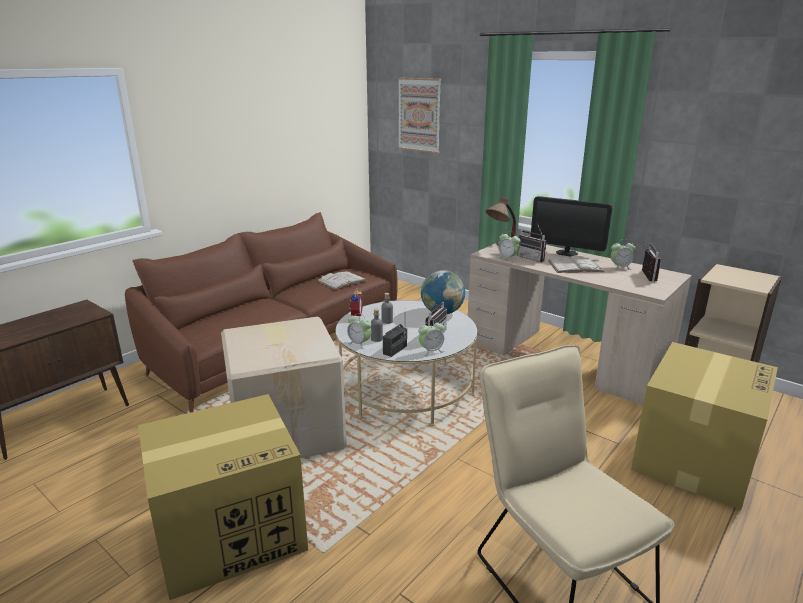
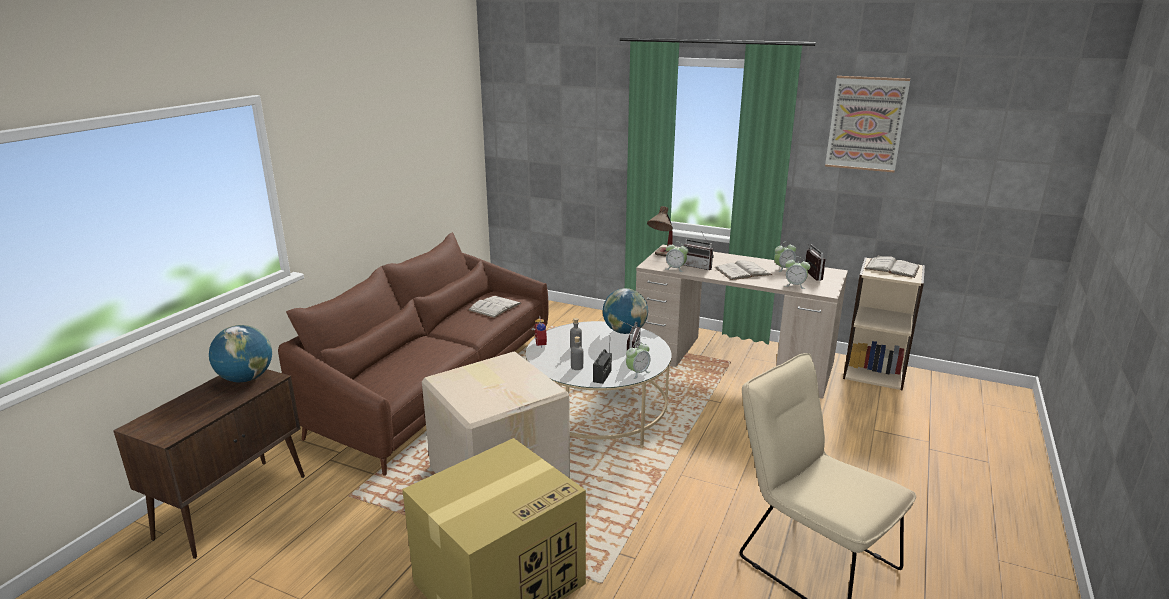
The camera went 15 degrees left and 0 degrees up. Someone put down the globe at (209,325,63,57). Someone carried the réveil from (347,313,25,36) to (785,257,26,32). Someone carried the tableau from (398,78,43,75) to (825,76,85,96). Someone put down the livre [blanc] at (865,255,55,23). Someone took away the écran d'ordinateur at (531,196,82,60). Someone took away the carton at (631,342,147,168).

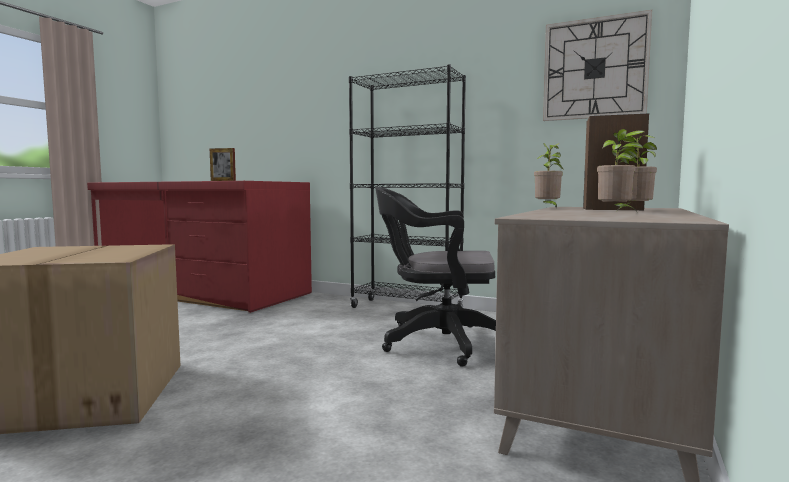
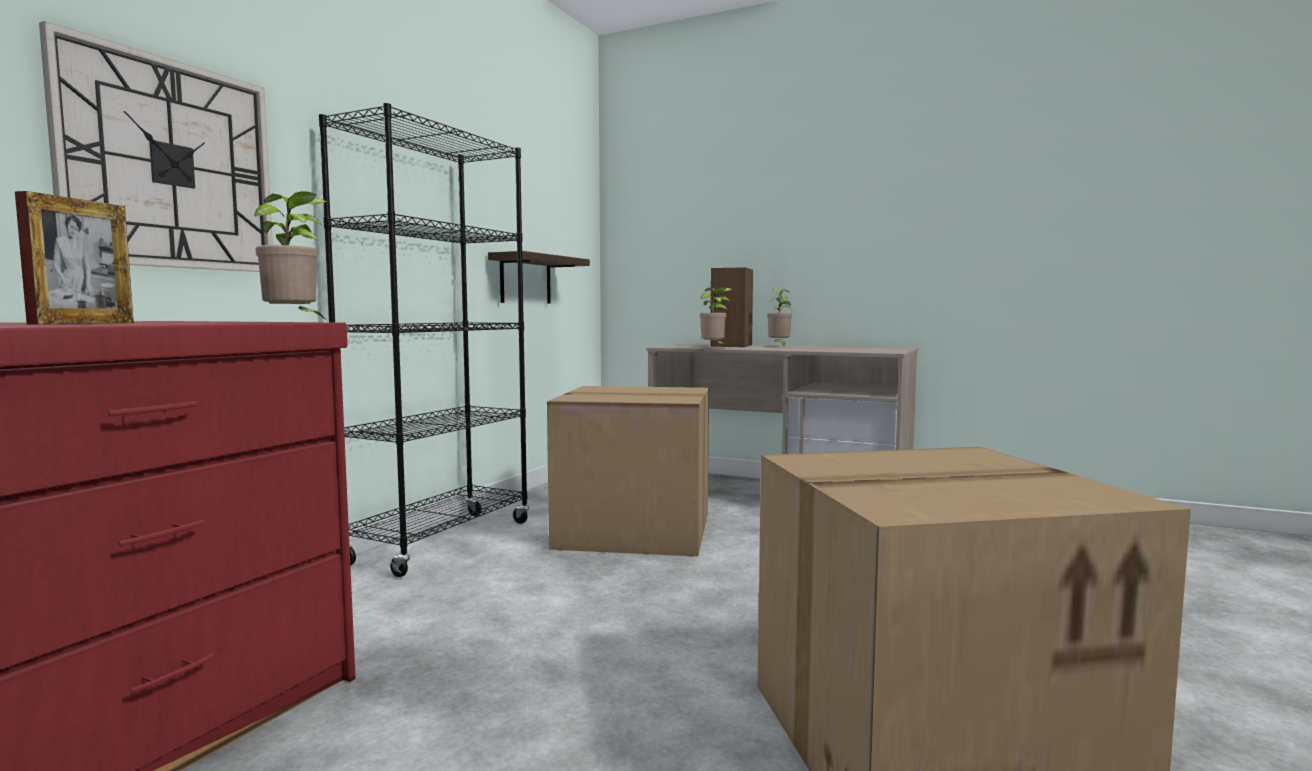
The camera went 90 degrees left and 0 degrees up. Someone carried the horloge murale from (543,10,109,111) to (39,21,234,251). Someone carried the plante en pot from (597,129,47,84) to (254,191,73,129). Someone put up the étagère at (488,251,102,53). Someone swapped the chaise de bureau [noir] at (375,187,121,180) for the carton at (547,386,162,170).

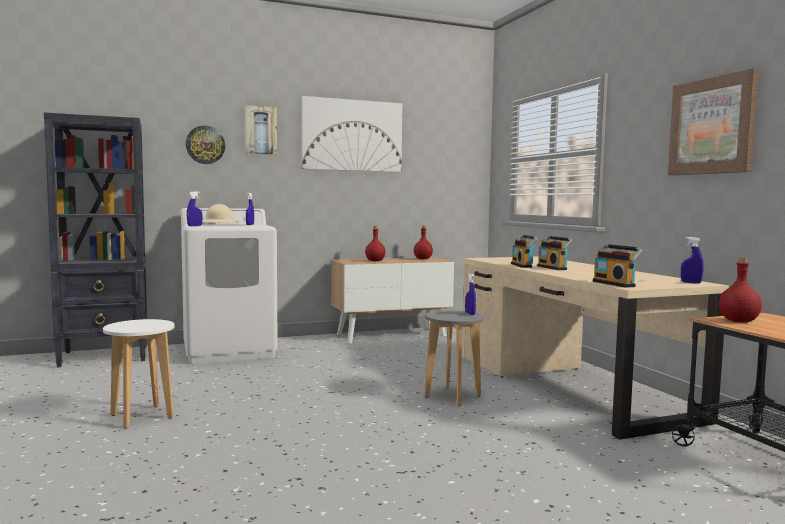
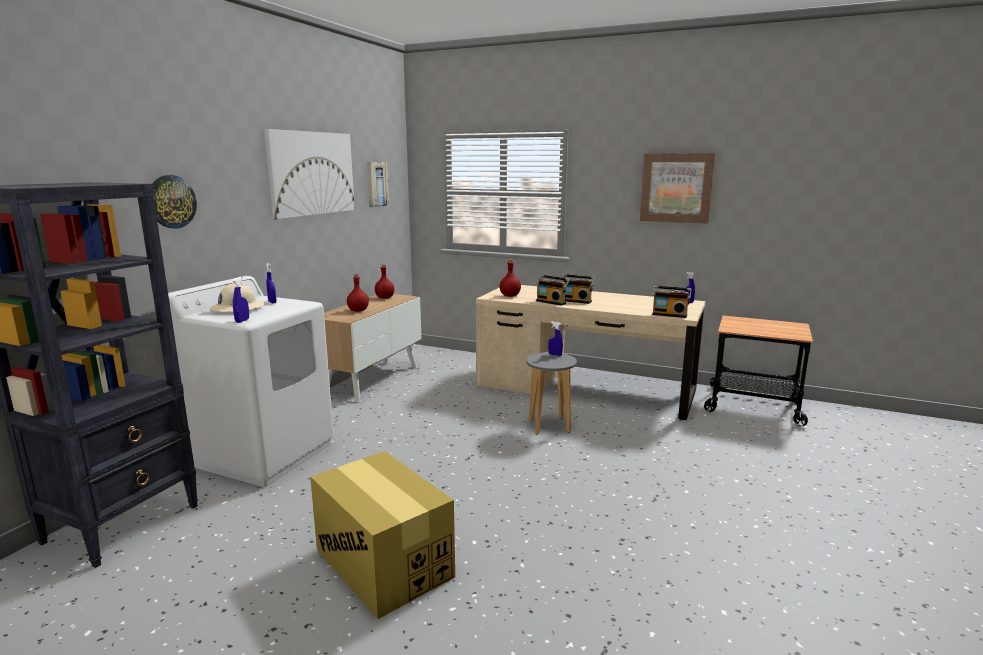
The camera went 45 degrees left and 10 degrees up. Someone swapped the tabouret [blanc] at (103,319,72,109) for the carton at (310,451,145,168). Someone carried the tableau from (245,105,32,50) to (367,162,22,45). Someone carried the bouteille [rouge] from (719,258,43,64) to (500,260,21,37).

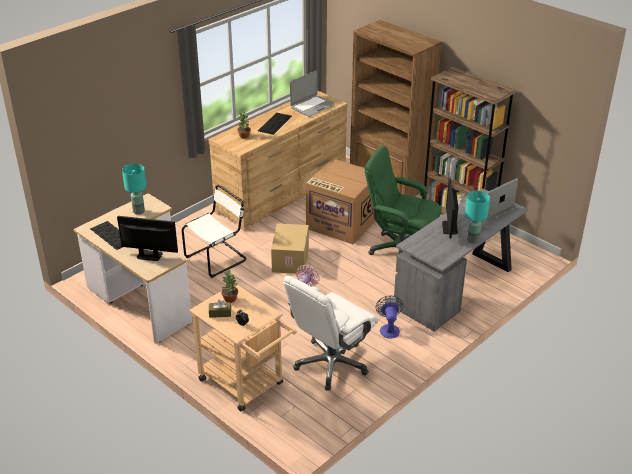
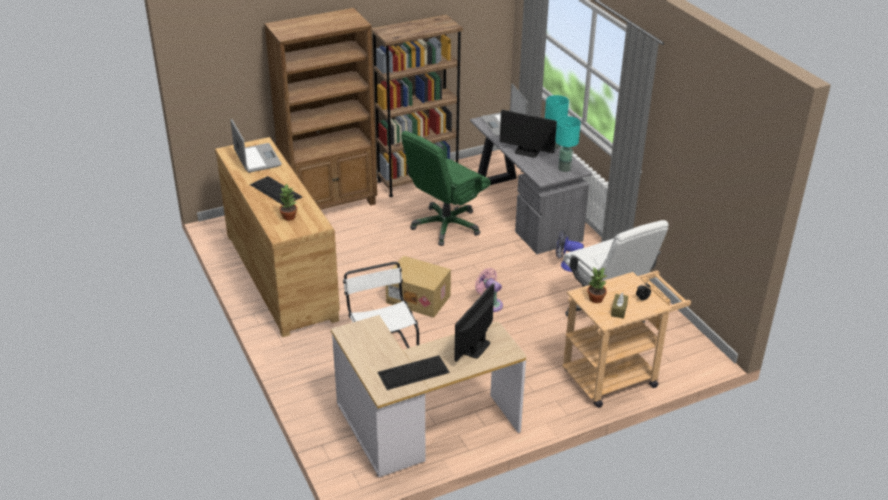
The camera went 70 degrees left and 0 degrees up. Someone carried the lampe de table [turquoise] from (122,164,25,51) to (555,116,26,56). Someone took away the carton at (306,159,69,86).

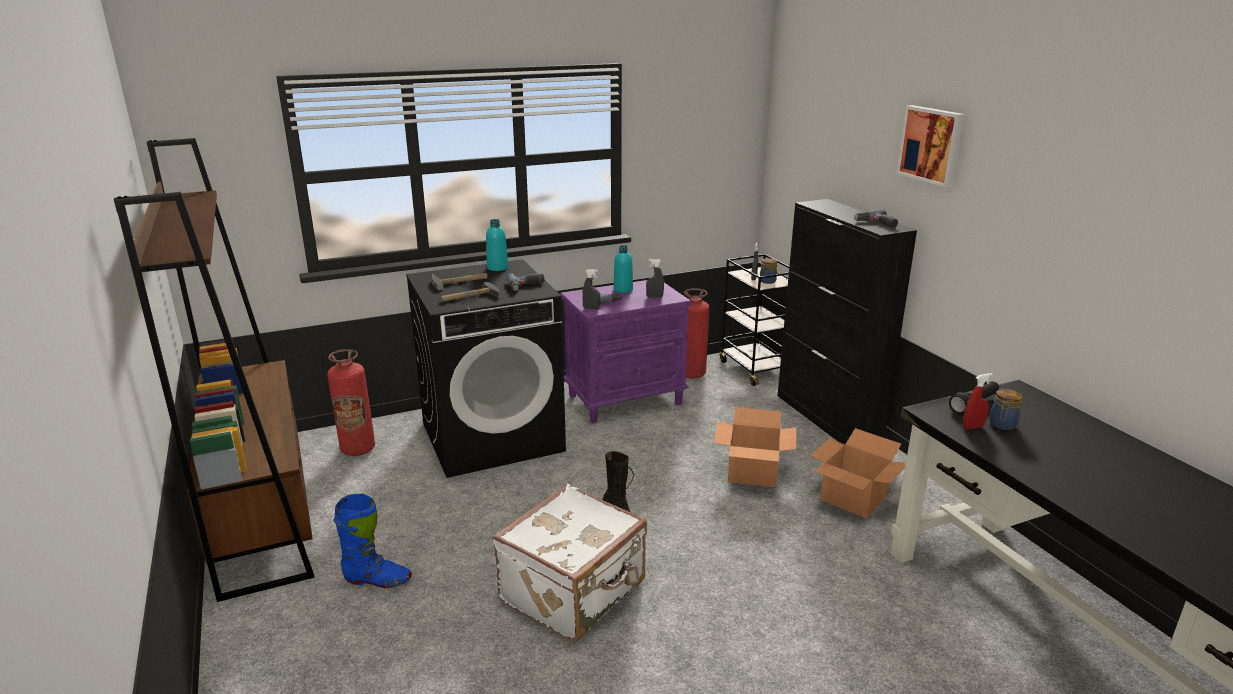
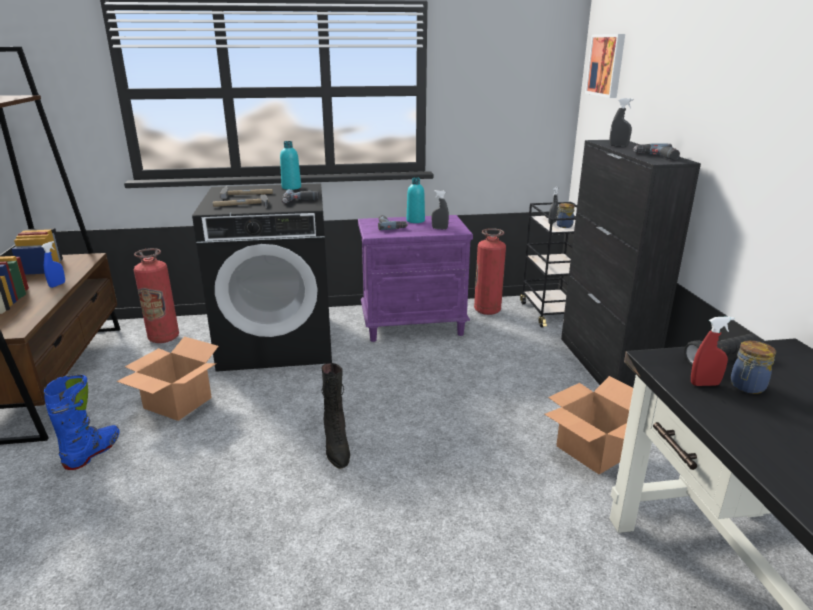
The camera went 15 degrees right and 0 degrees up. Someone put down the vaporisateur [bleu] at (41,241,24,47). Someone rotated the botte [bleu] at (333,494,79,94) by 90 degrees counterclockwise. Someone carried the carton from (714,407,82,80) to (116,336,103,85). Someone carried the tableau from (896,105,69,82) to (585,34,40,64). Someone carried the vaporisateur [gris] from (582,269,18,41) to (610,98,24,49). Someone took away the valise [blanc] at (493,484,154,158).

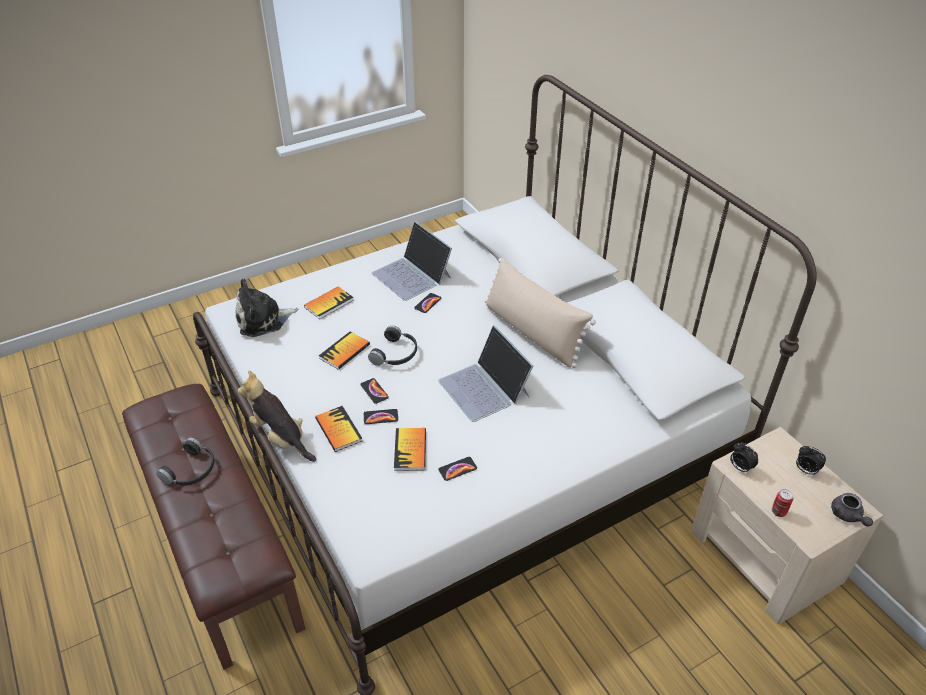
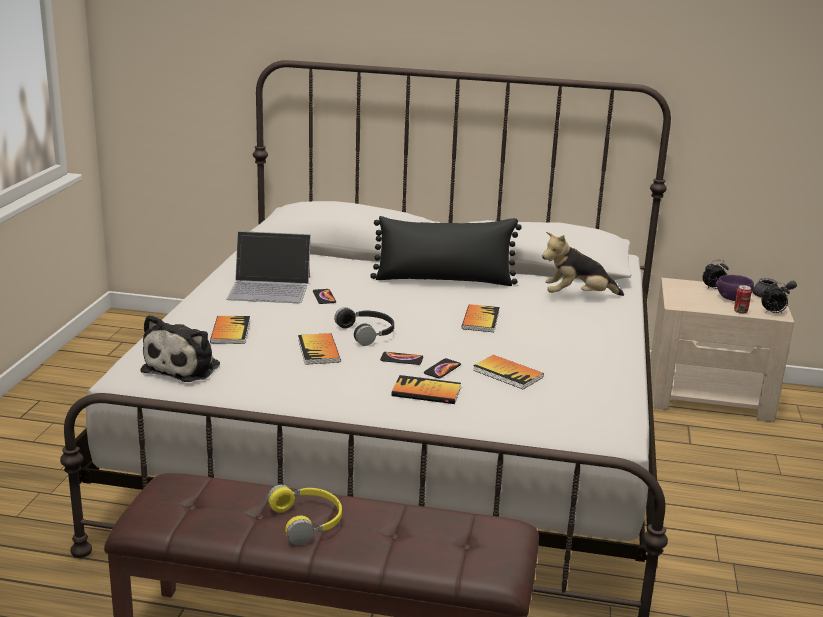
The camera went 50 degrees left and 20 degrees down. Someone repainted the casque audio [noir] at (156,438,59,48), which became the casque audio [jaune] at (267,484,75,61). Someone repainted the coussin [beige] at (484,257,112,111), which became the coussin [noir] at (370,216,152,70). Someone swapped the ordinateur portable at (438,325,95,97) for the livre at (462,304,38,28). Someone carried the peluche from (238,371,79,91) to (542,232,82,64). Someone put down the bol [violet] at (716,275,38,26). Someone carried the réveil from (730,443,28,31) to (761,283,29,30). Someone took away the téléphone at (438,457,39,24).

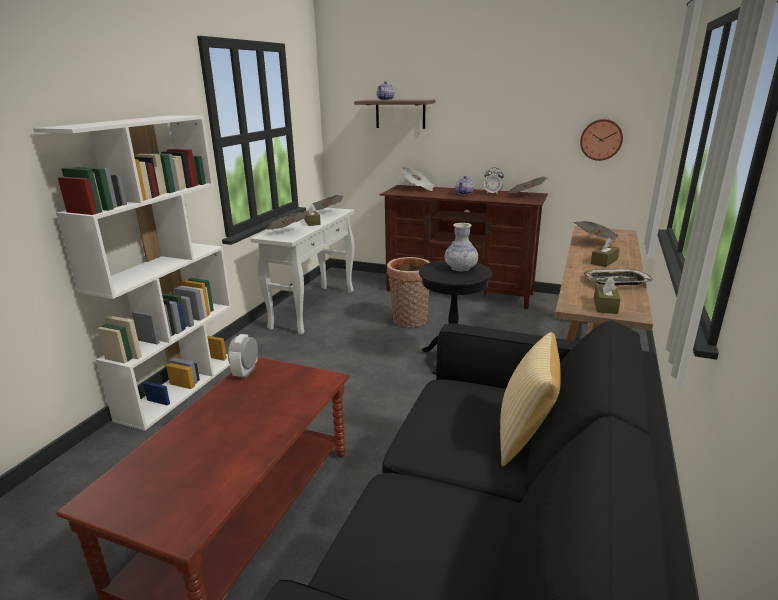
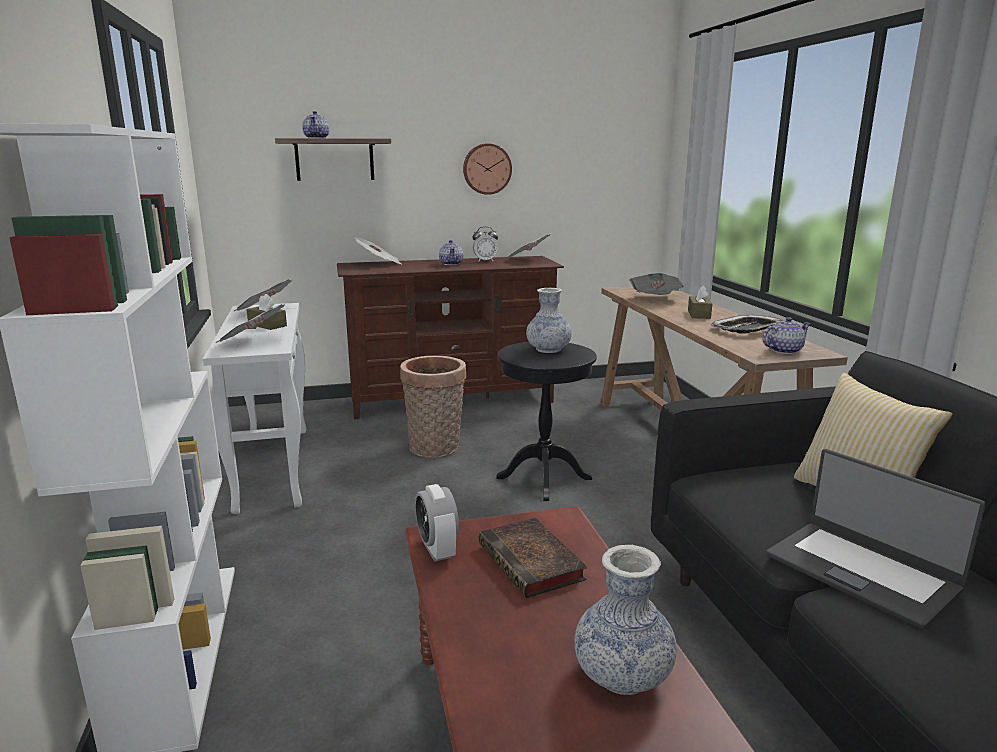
The camera went 35 degrees left and 5 degrees down. Someone carried the horloge murale from (580,119,43,42) to (463,143,49,52). Someone put down the livre at (479,518,108,80). Someone put down the vase at (574,545,103,150). Someone swapped the boîte à mouchoirs [marron] at (594,277,27,37) for the théière at (763,317,48,37). Someone put down the ordinateur portable at (766,449,220,180).

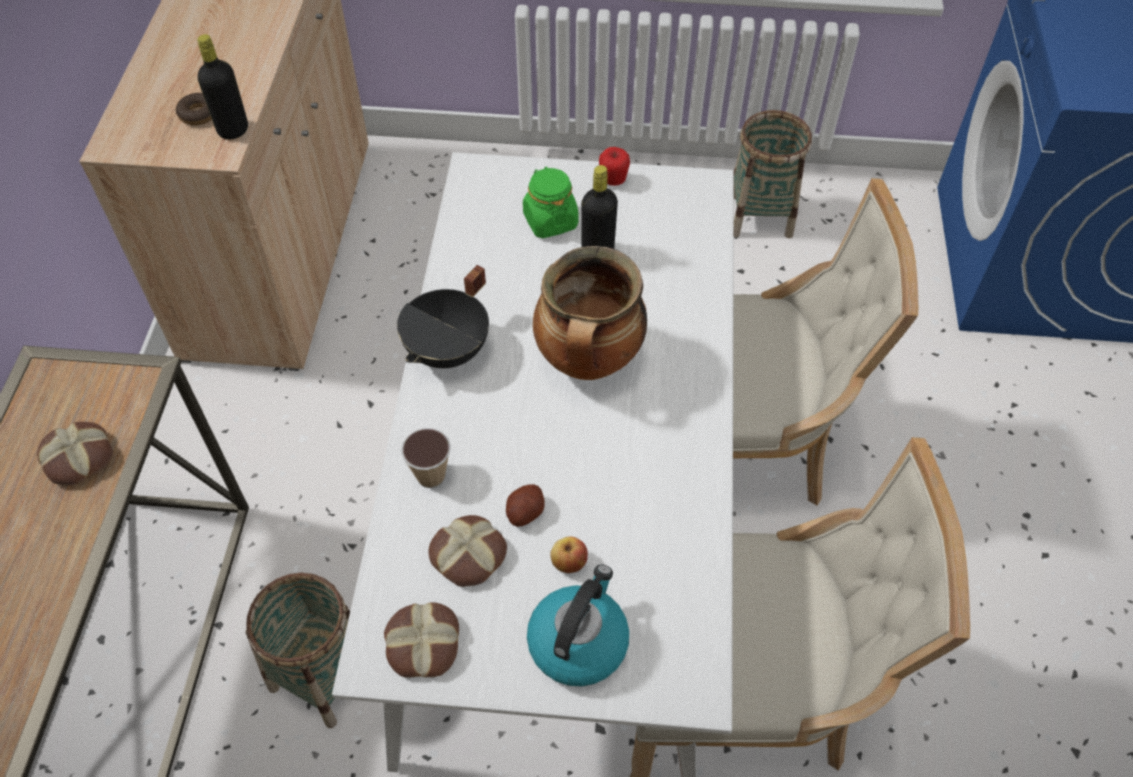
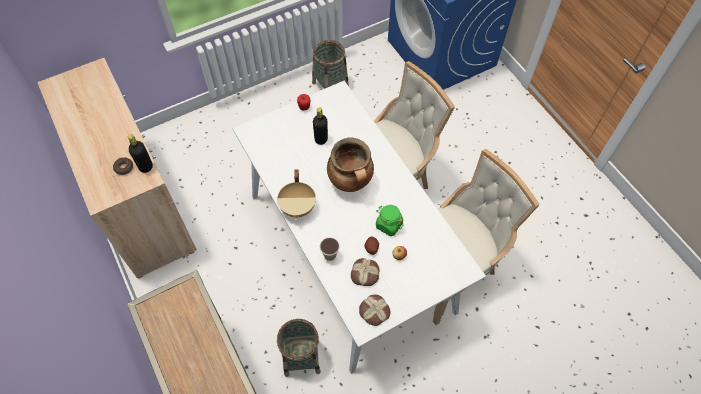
The camera went 35 degrees left and 5 degrees up. Someone repainted the marmite [noir] at (397,265,92,103), which became the marmite [beige] at (277,169,39,51). Someone carried the bocal [vert] from (523,167,55,71) to (376,205,27,31). Someone took away the pain at (37,422,76,63). Someone took away the bouilloire at (527,565,102,122).

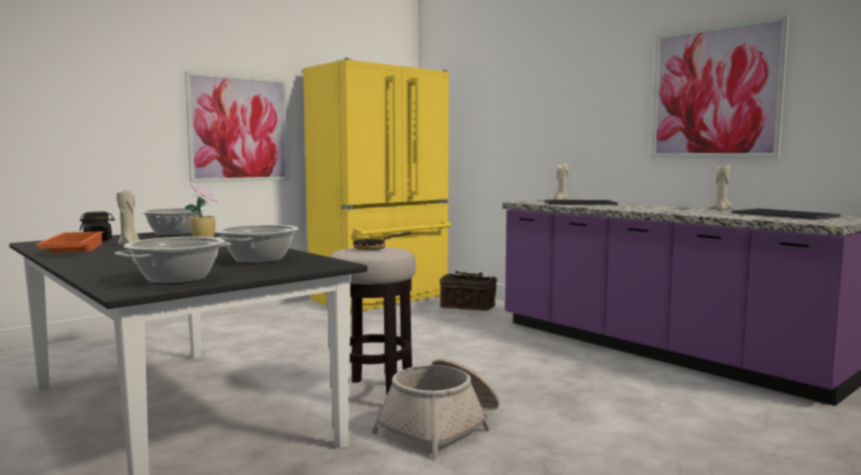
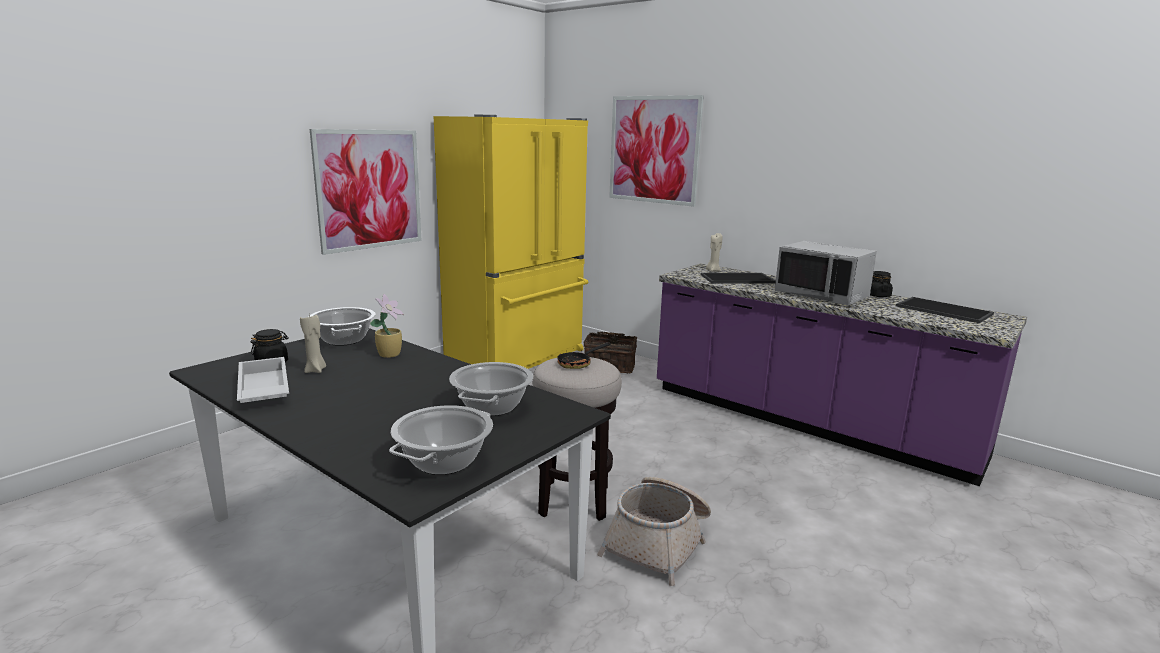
The camera went 10 degrees left and 10 degrees up. Someone repainted the plateau [orange] at (35,231,69,22), which became the plateau [blanc] at (237,357,52,46). Someone carried the tableau from (651,15,138,143) to (609,95,95,112). Someone put down the micro-ondes [gris] at (775,241,102,64). Someone swapped the bougie [beige] at (709,165,24,45) for the bocal [noir] at (870,271,23,26).

